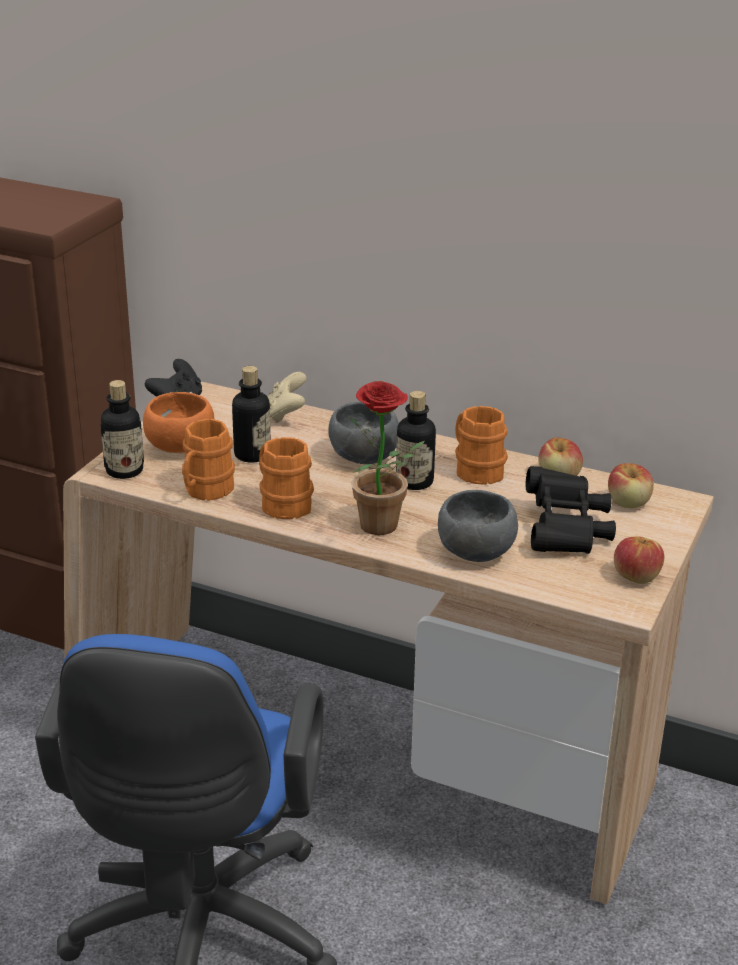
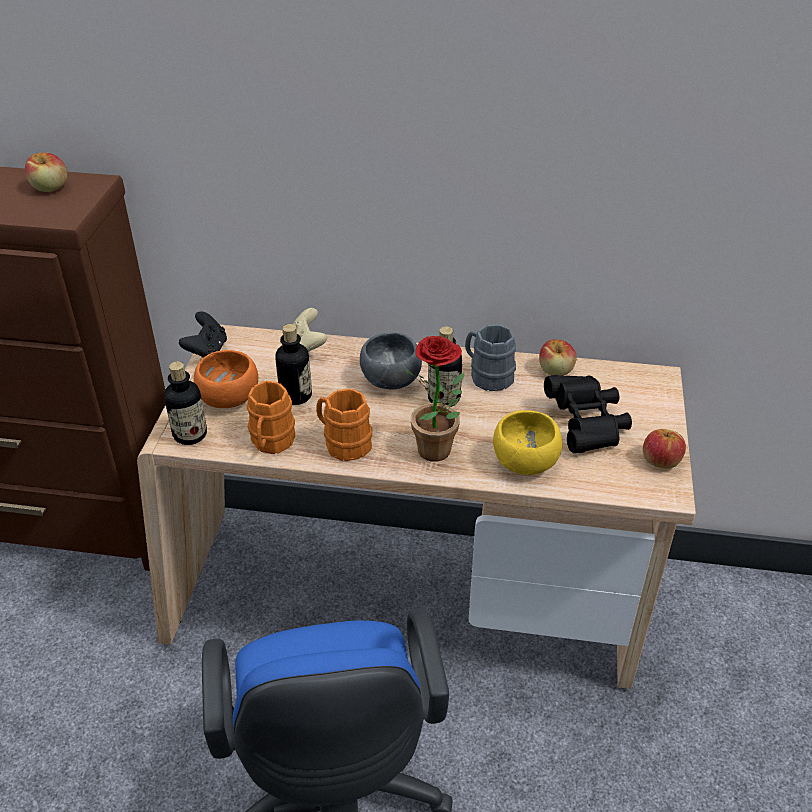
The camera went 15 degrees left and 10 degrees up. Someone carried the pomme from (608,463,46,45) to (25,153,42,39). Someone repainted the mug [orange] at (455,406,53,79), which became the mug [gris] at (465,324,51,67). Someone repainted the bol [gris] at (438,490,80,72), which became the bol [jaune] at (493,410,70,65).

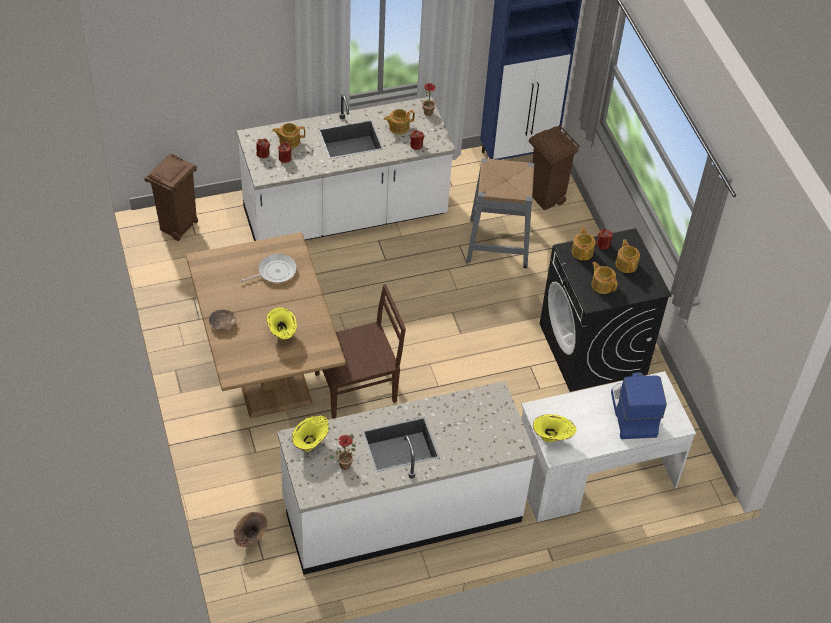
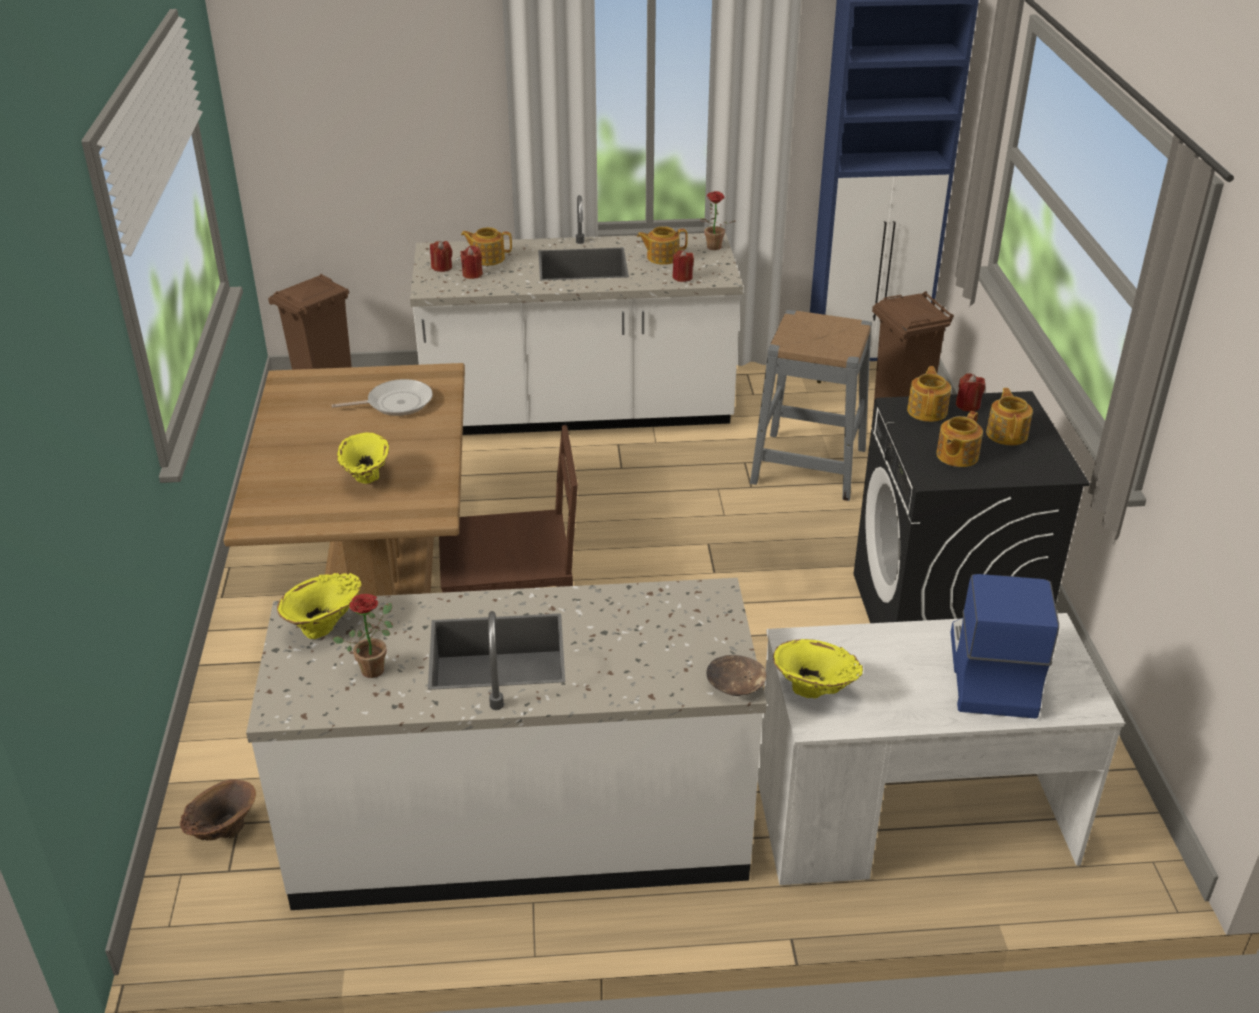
The camera went 15 degrees right and 15 degrees down. Someone carried the bol [marron] from (209,310,27,20) to (706,655,61,41). Someone rotated the théière at (592,262,26,32) by 120 degrees counterclockwise.

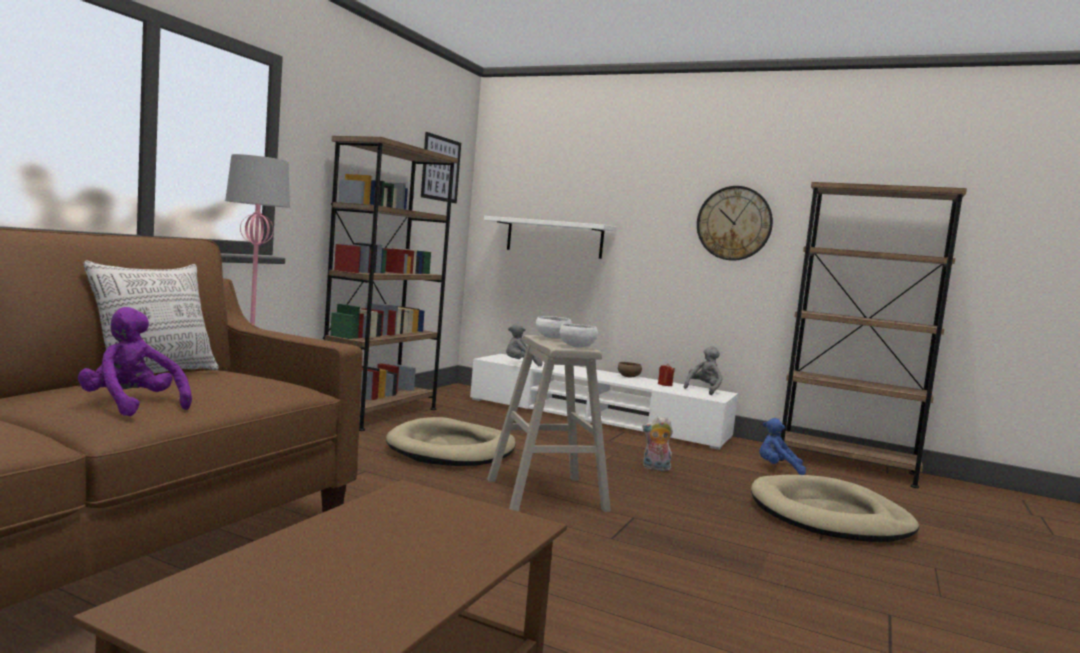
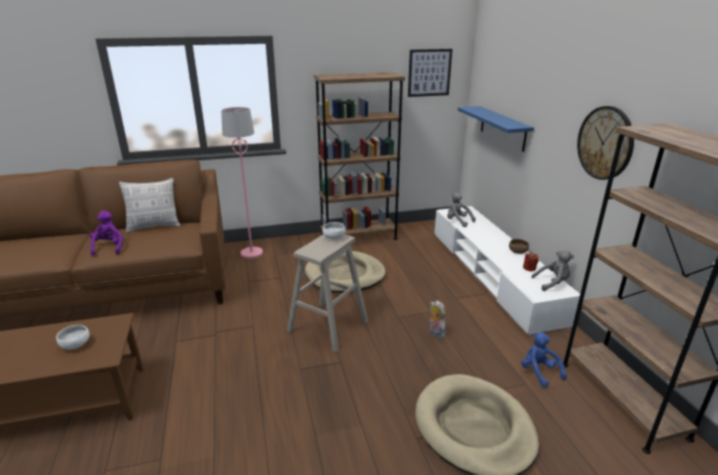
The camera went 50 degrees right and 20 degrees up. Someone carried the bol [blanc] from (560,323,38,25) to (56,325,34,25). Someone repainted the étagère [blanc] at (484,216,132,43), which became the étagère [bleu] at (458,106,76,46).

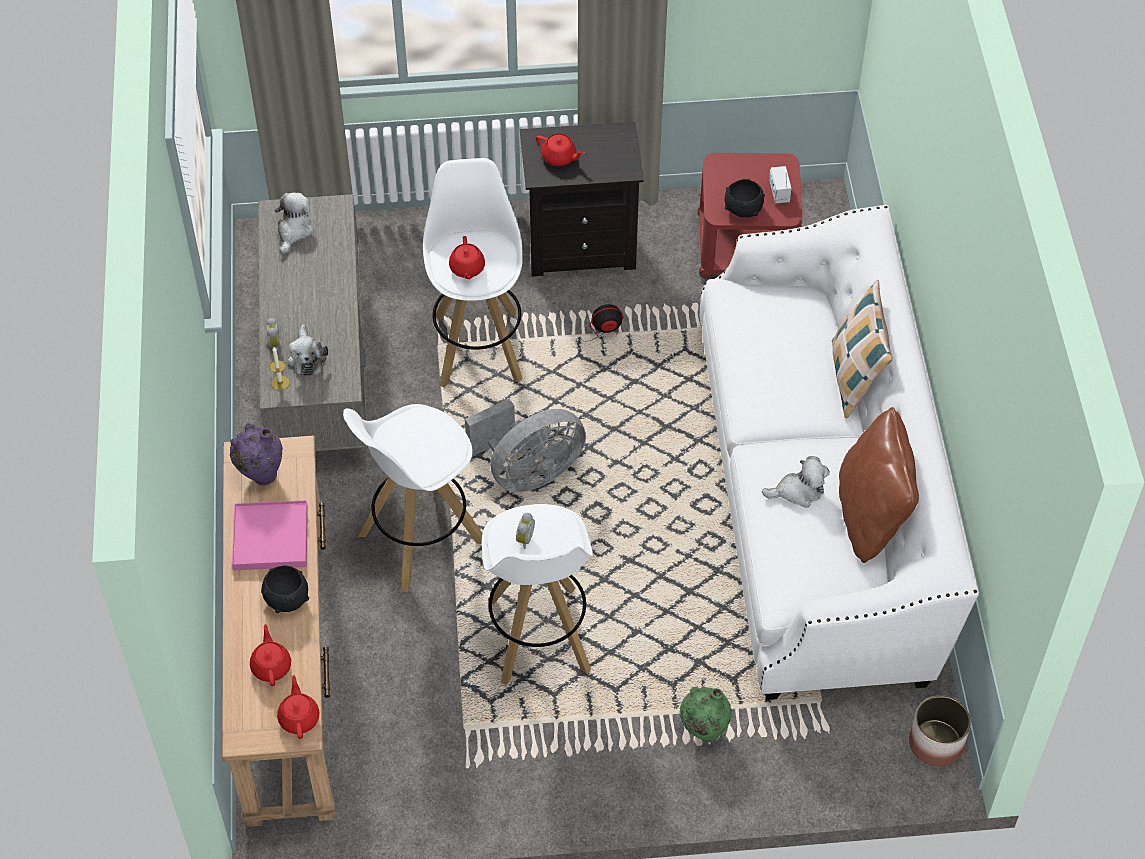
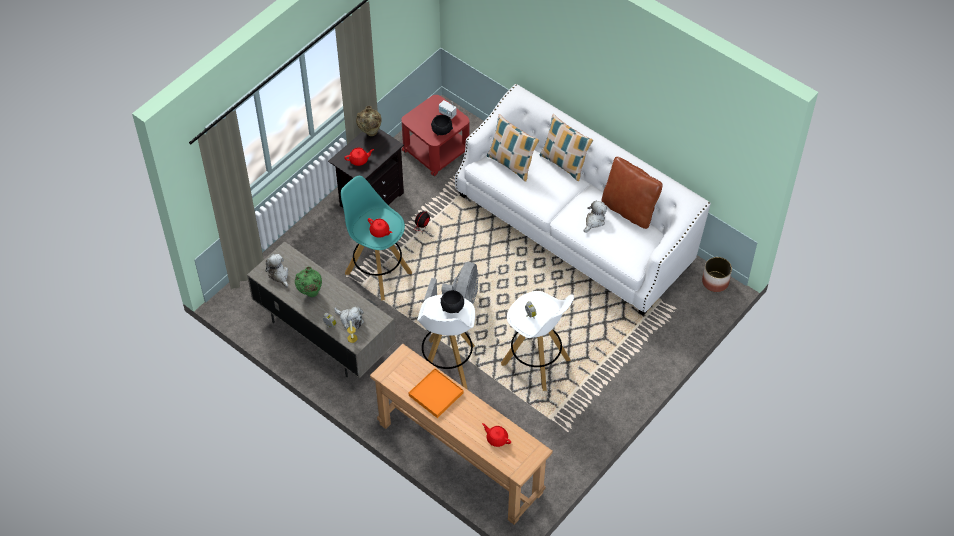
The camera went 45 degrees left and 0 degrees up. Someone carried the vase [vert] from (680,687,52,55) to (295,266,27,31). Someone repainted the tabouret [blanc] at (423,158,100,230), which became the tabouret [turquoise] at (341,176,71,124). Someone put down the vase [beige] at (356,106,25,30). Someone repainted the plateau [rose] at (232,500,76,70), which became the plateau [orange] at (409,368,55,50). Someone carried the bol [noir] from (261,565,48,48) to (440,290,24,23). Someone put down the coussin at (487,114,52,68). Someone took away the vase [violet] at (230,423,53,62). Someone took away the théière [rouge] at (277,675,42,64).

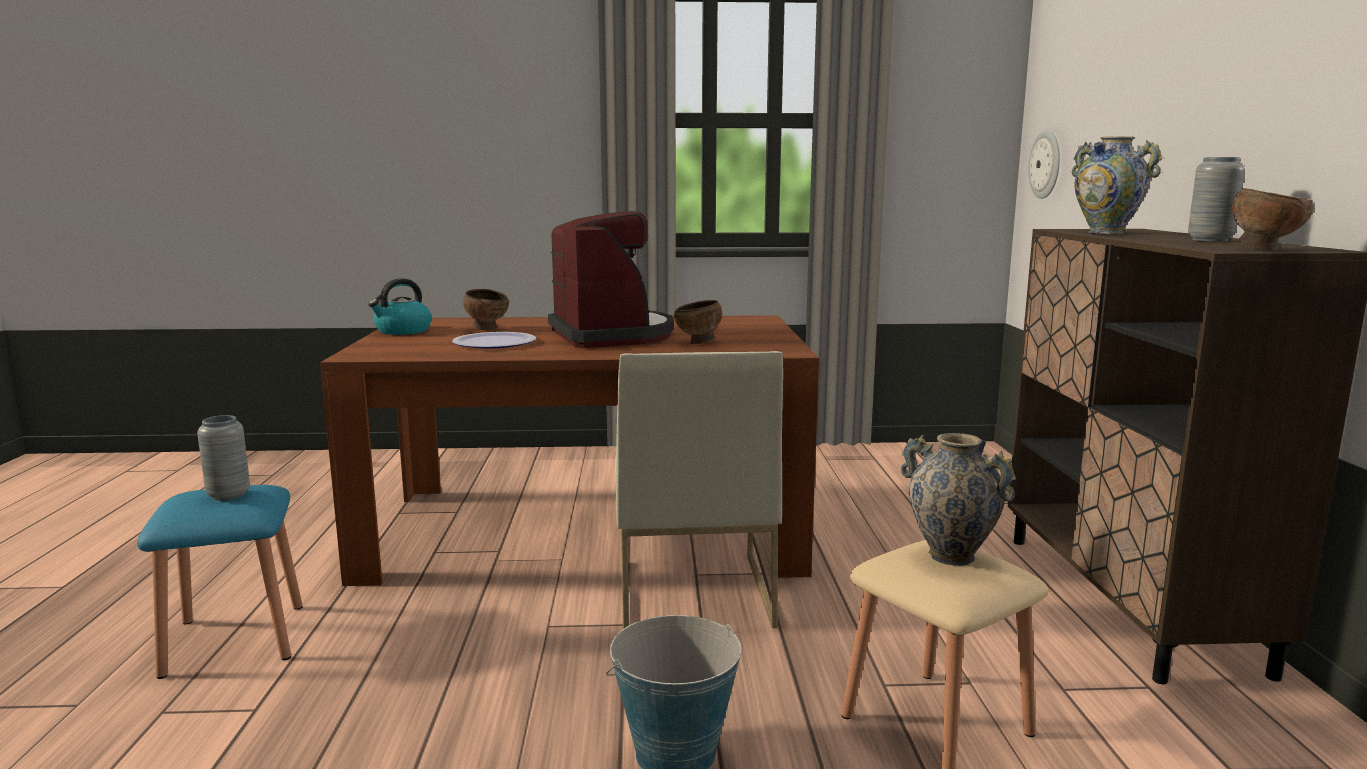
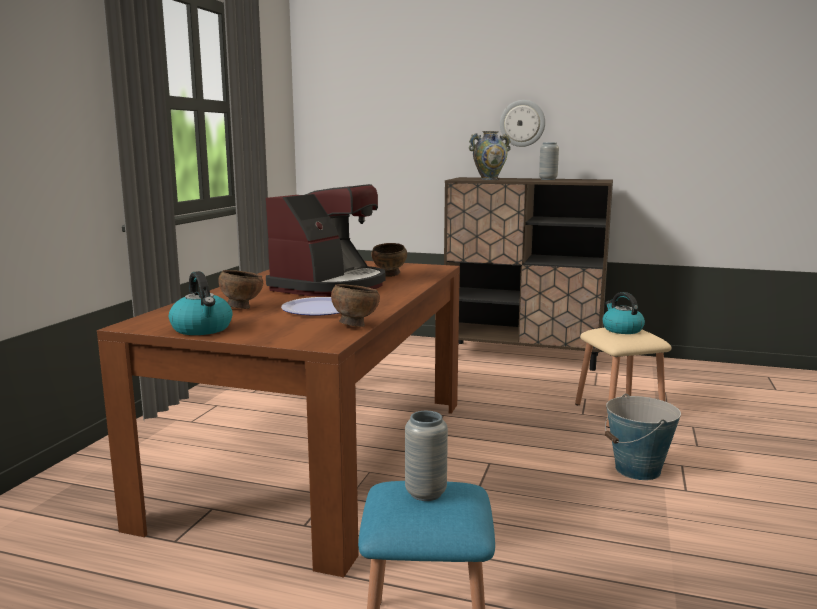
The camera went 70 degrees left and 0 degrees up. Someone rotated the machine à café at (548,211,126,137) by 120 degrees clockwise. Someone carried the bol [marron] from (1232,188,81,62) to (331,284,49,43). Someone carried the horloge murale from (1028,130,32,69) to (500,100,45,47). Someone swapped the vase at (901,433,115,133) for the bouilloire at (603,292,42,42). Someone took away the chaise [blanc] at (615,351,168,278).

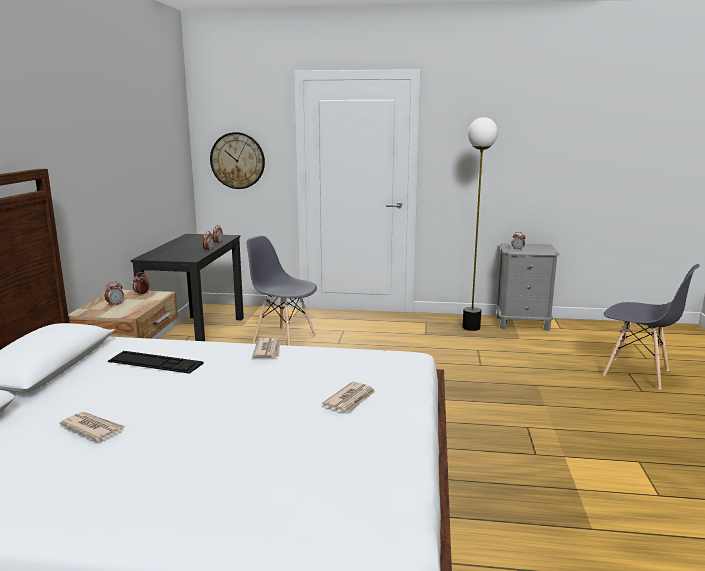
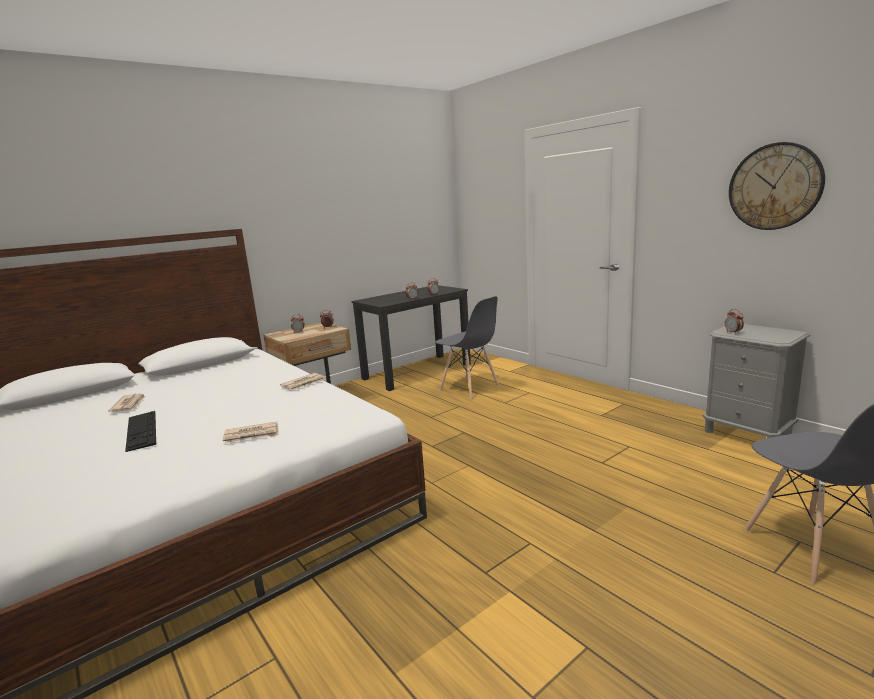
The camera went 45 degrees right and 0 degrees up. Someone carried the clavier from (108,351,96,23) to (125,411,31,41). Someone rotated the chaise [gris] at (247,236,70,110) by 150 degrees clockwise. Someone carried the horloge murale from (210,132,55,57) to (729,142,96,88). Someone took away the lampadaire at (462,117,36,214).

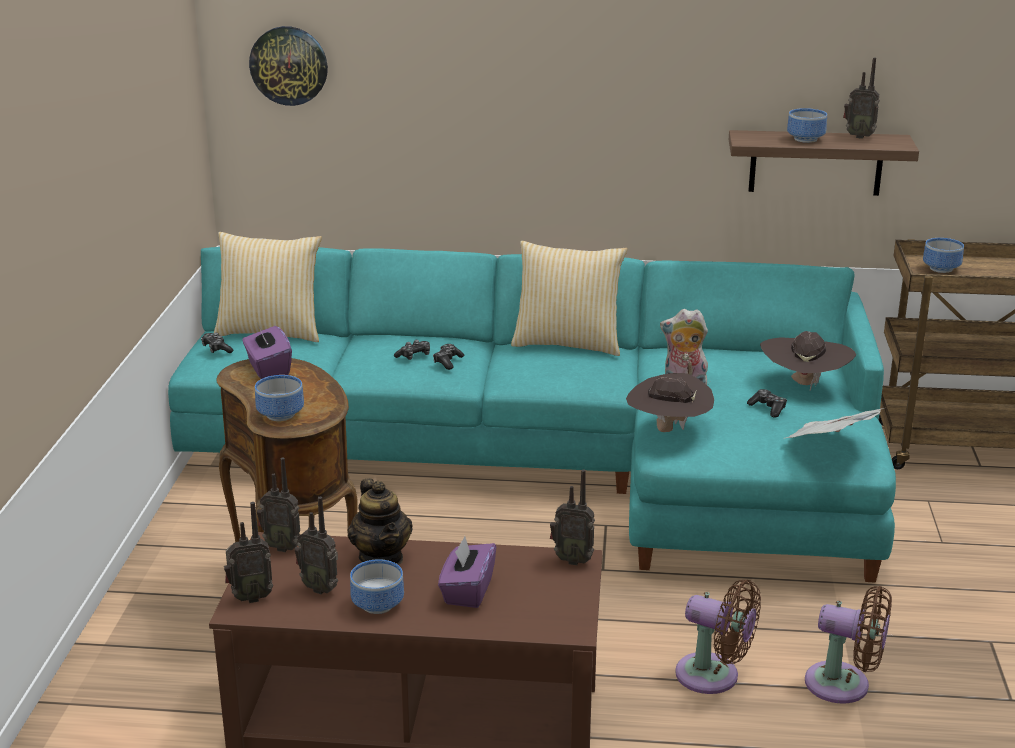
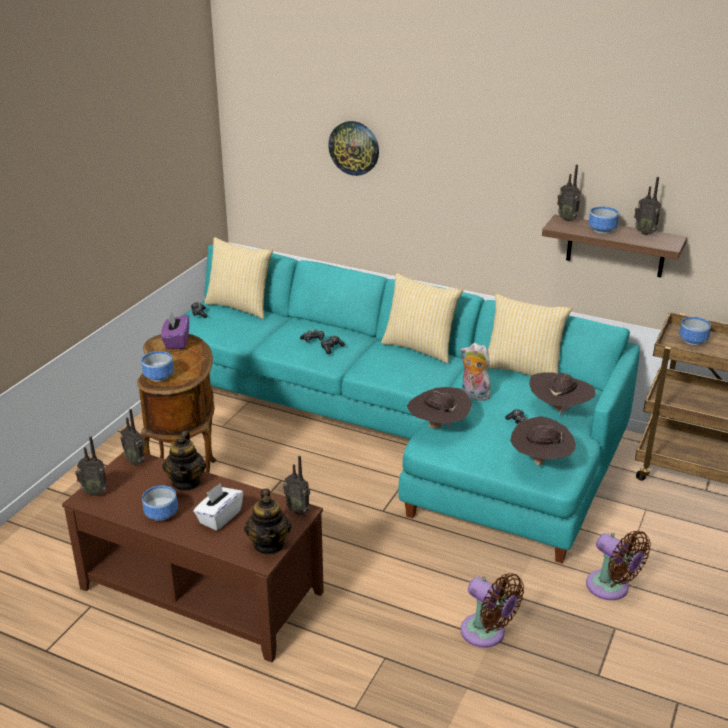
The camera went 20 degrees right and 5 degrees up. Someone repainted the boîte à mouchoirs [violet] at (438,536,58,72), which became the boîte à mouchoirs [blanc] at (193,483,50,48). Someone put down the théière at (244,488,48,67). Someone carried the horloge murale from (249,26,79,80) to (328,121,51,55). Someone put down the coussin at (487,294,86,81). Someone swapped the journal at (783,408,101,31) for the chapeau [marron] at (510,416,66,50). Someone carried the radio from (295,497,43,97) to (557,165,23,57). Someone carried the ventilateur [marron] from (675,580,86,114) to (586,531,65,69).

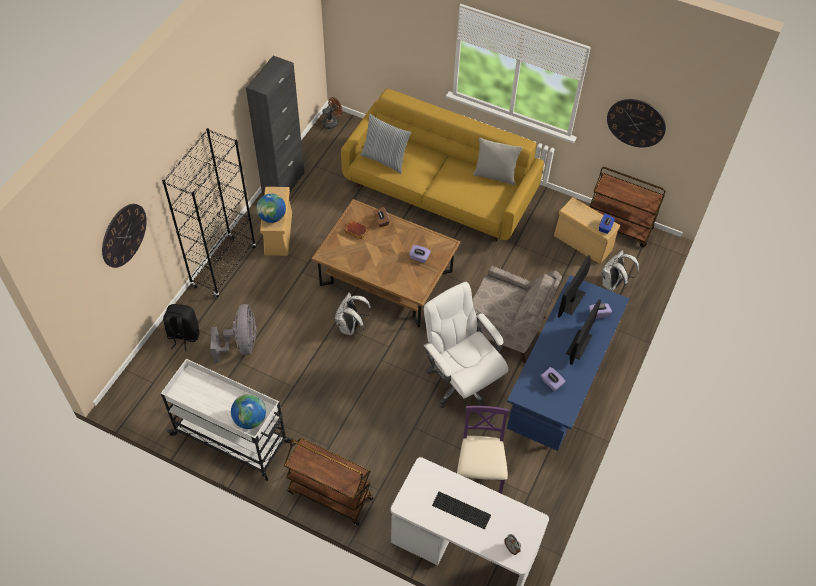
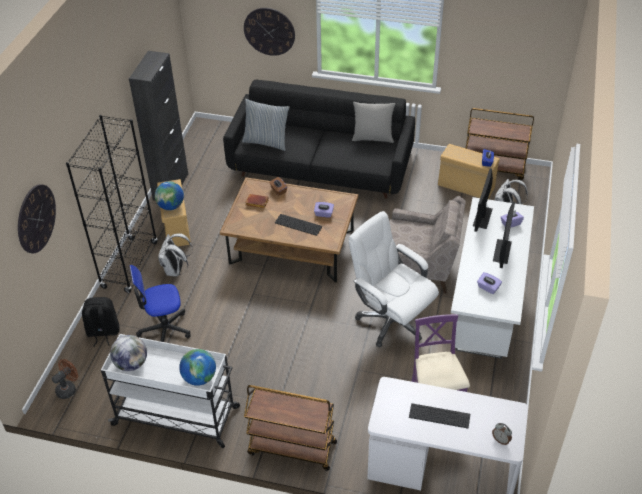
The camera went 10 degrees left and 10 degrees down. Someone carried the ventilateur [marron] from (322,97,20,32) to (52,359,26,40). Someone put down the globe at (110,335,37,36). Someone swapped the ventilateur [gris] at (210,304,47,59) for the chaise de bureau at (129,265,62,77). Someone carried the sac à dos [blanc] from (335,292,37,43) to (158,233,35,44). Someone repainted the canapé [jaune] at (341,89,203,152), which became the canapé [noir] at (223,80,192,119). Someone carried the horloge murale from (607,99,59,48) to (244,8,51,48). Someone put down the clavier at (275,214,47,22). Someone repainted the bureau [bleu] at (507,275,123,176), which became the bureau [blanc] at (451,197,83,162).

